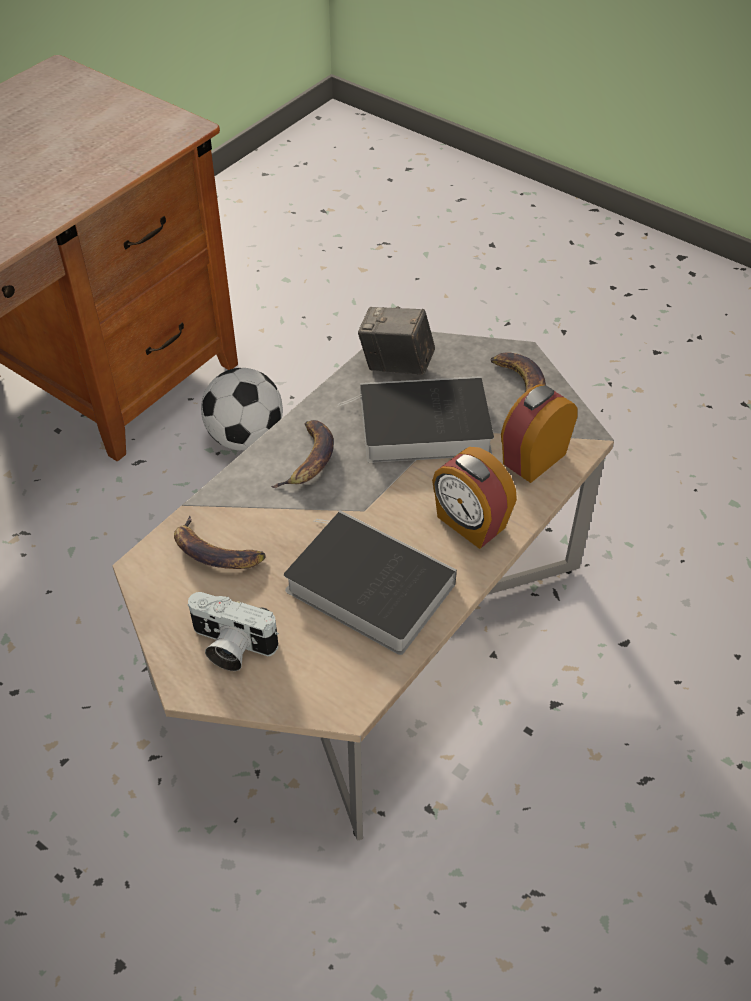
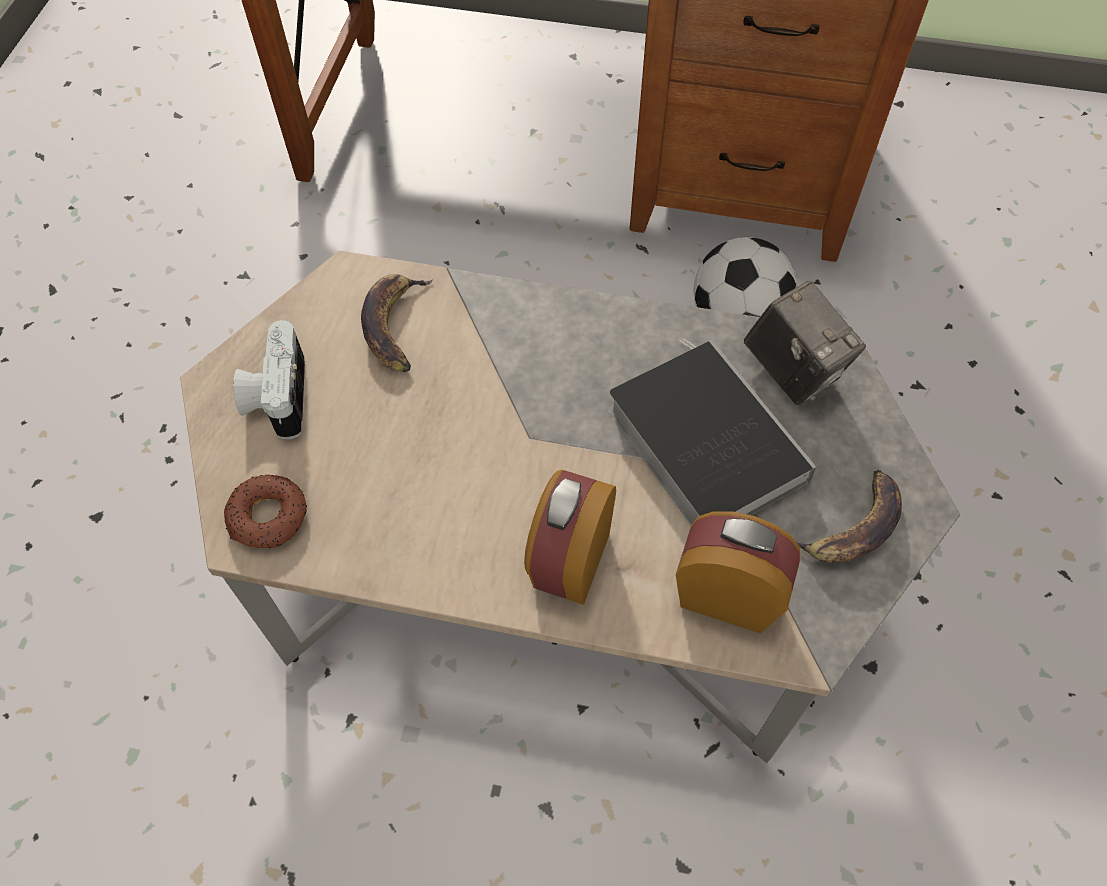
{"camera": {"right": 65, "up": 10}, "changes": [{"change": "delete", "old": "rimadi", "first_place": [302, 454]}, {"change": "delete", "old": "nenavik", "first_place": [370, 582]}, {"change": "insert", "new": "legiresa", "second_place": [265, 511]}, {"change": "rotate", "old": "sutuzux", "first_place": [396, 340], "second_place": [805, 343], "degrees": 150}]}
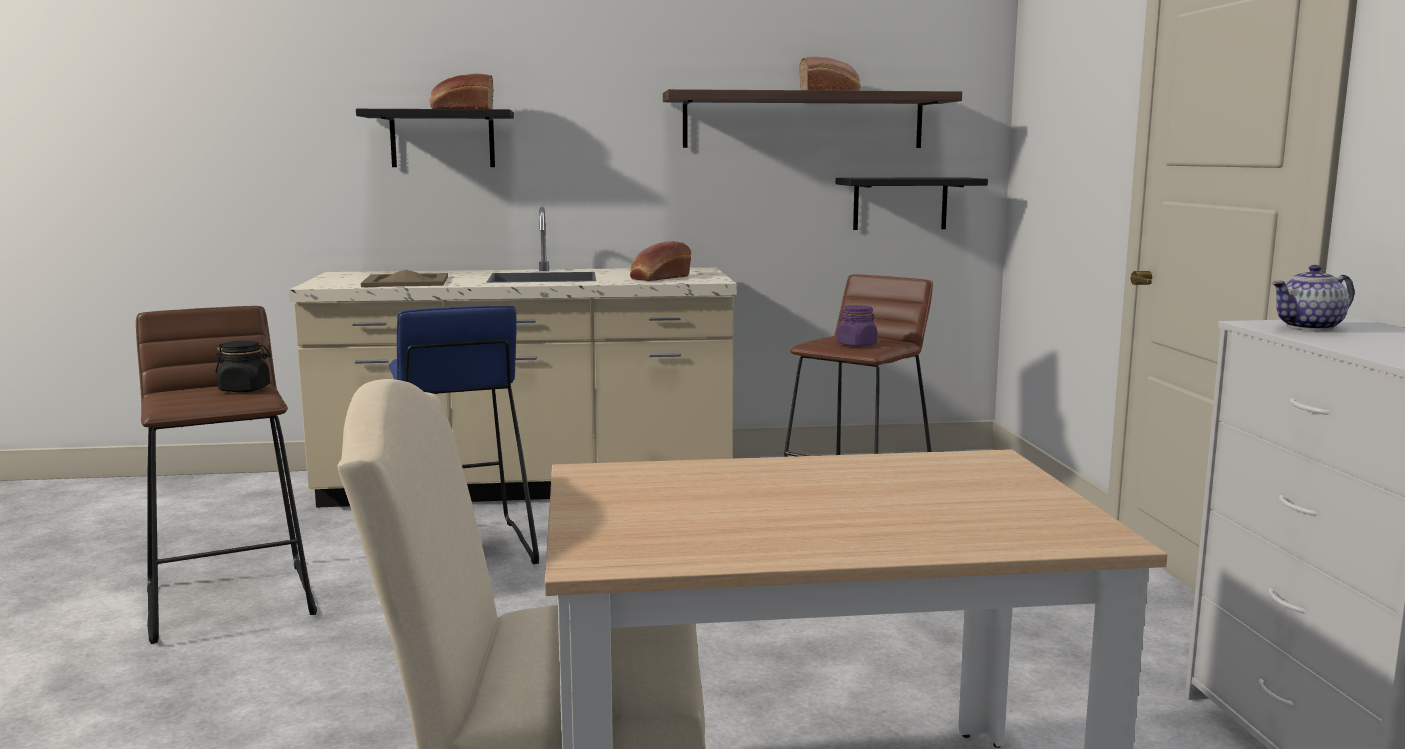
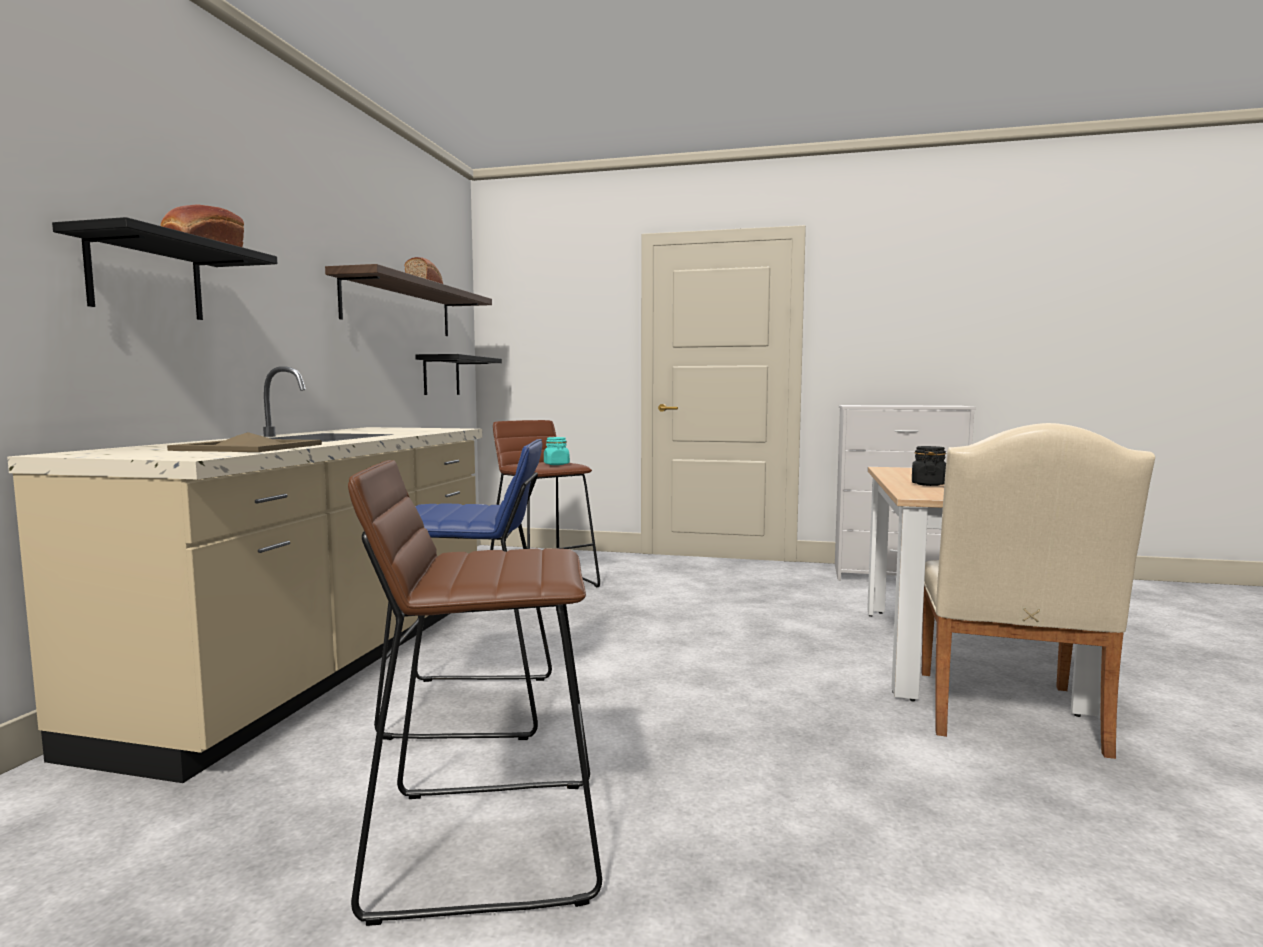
{"camera": {"right": -70, "up": -5}, "changes": [{"change": "delete", "old": "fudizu", "first_place": [660, 261]}, {"change": "delete", "old": "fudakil", "first_place": [1313, 298]}, {"change": "move", "old": "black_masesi", "first_place": [243, 366], "second_place": [929, 466]}, {"change": "recolor", "old": "purple_masesi", "new": "turquoise_masesi", "first_place": [857, 326], "second_place": [557, 451]}]}
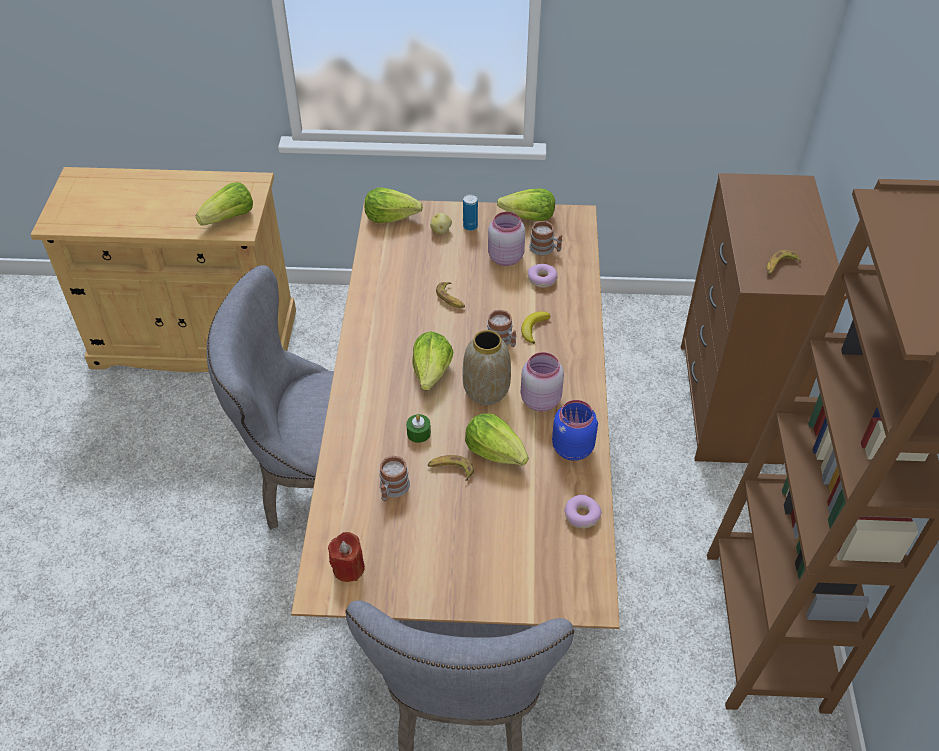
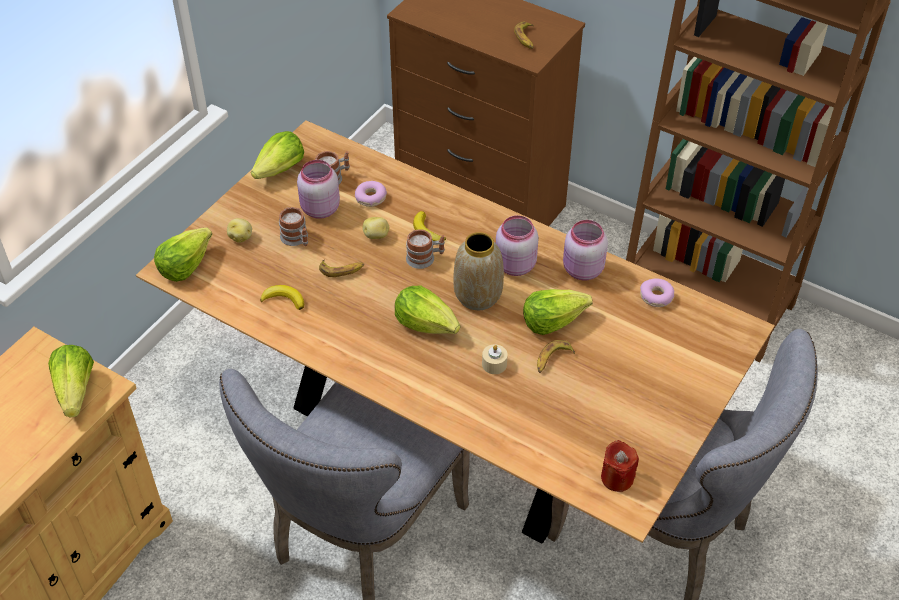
{"camera": {"right": -60, "up": 0}, "changes": [{"change": "delete", "old": "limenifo", "first_place": [470, 212]}, {"change": "insert", "new": "rimadi", "second_place": [282, 297]}, {"change": "insert", "new": "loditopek", "second_place": [376, 228]}, {"change": "move", "old": "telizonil", "first_place": [394, 478], "second_place": [293, 226]}, {"change": "recolor", "old": "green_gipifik", "new": "beige_gipifik", "first_place": [418, 428], "second_place": [495, 359]}, {"change": "recolor", "old": "blue_masesi", "new": "pink_masesi", "first_place": [575, 430], "second_place": [585, 250]}]}
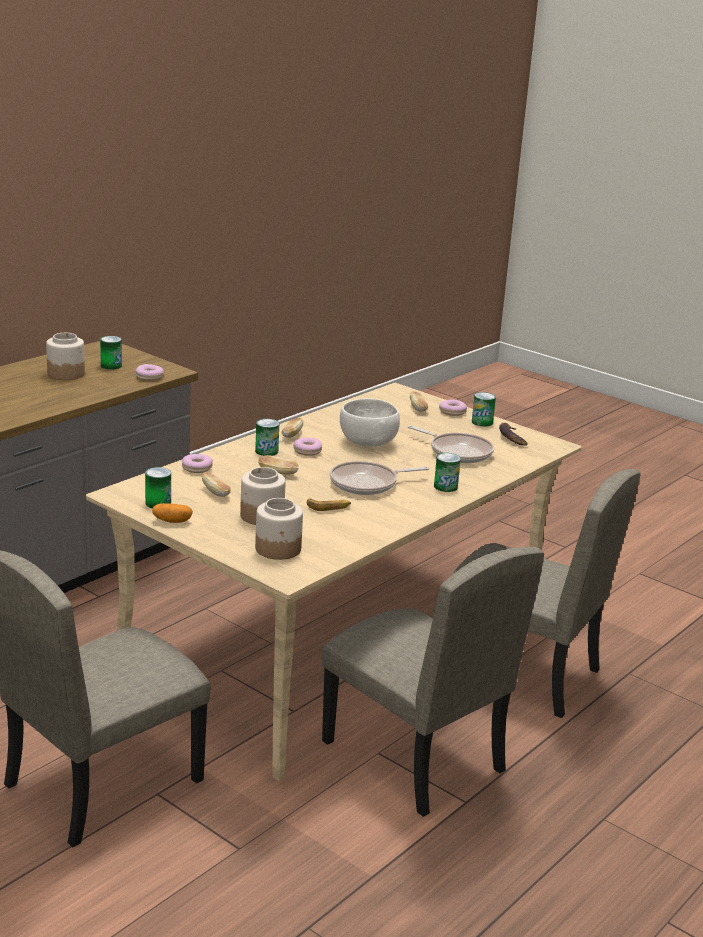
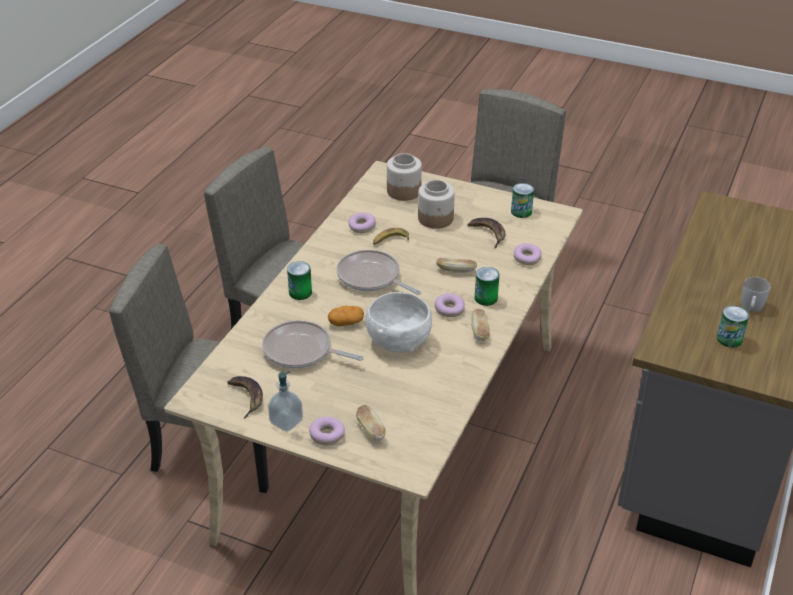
{"camera": {"right": 165, "up": 15}, "changes": [{"change": "move", "old": "legiresa", "first_place": [150, 372], "second_place": [362, 223]}, {"change": "move", "old": "loditopek", "first_place": [172, 513], "second_place": [346, 316]}, {"change": "replace", "old": "masesi", "new": "white_telizonil", "first_place": [65, 356], "second_place": [756, 294]}, {"change": "replace", "old": "fudizu", "new": "rimadi", "first_place": [216, 484], "second_place": [486, 233]}, {"change": "replace", "old": "limenifo", "new": "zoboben", "first_place": [484, 409], "second_place": [285, 401]}, {"change": "rotate", "old": "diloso", "first_place": [379, 478], "second_place": [379, 272], "degrees": -105}]}
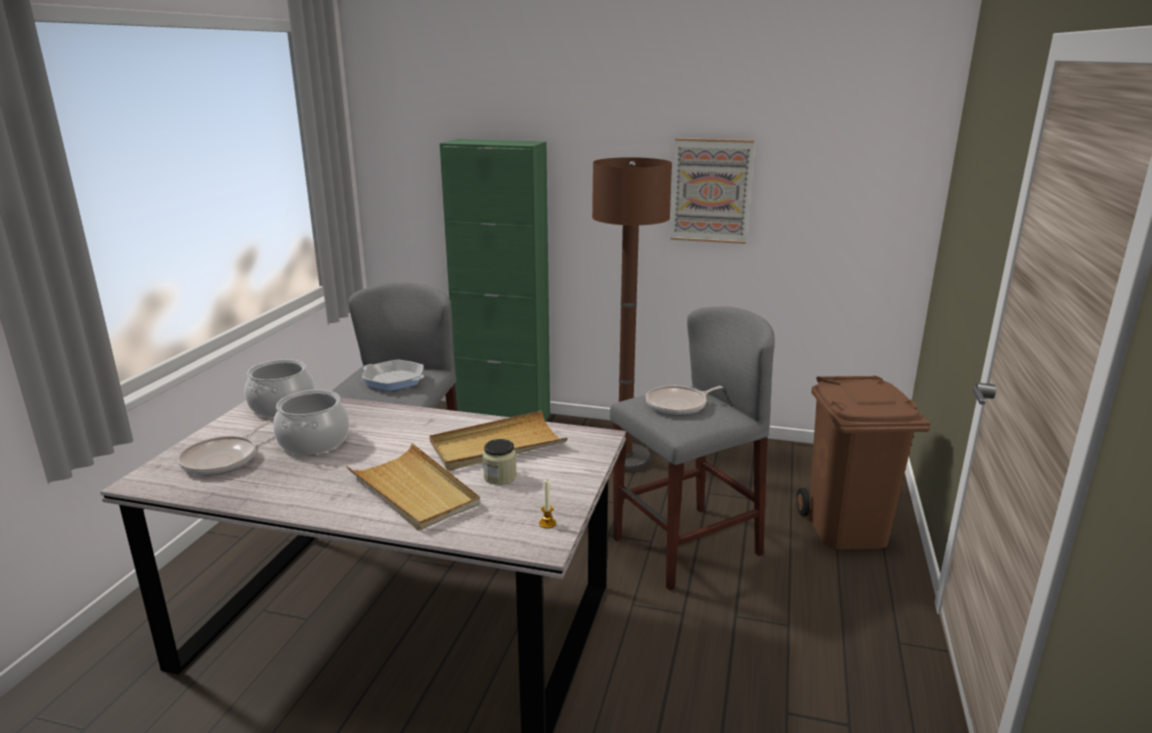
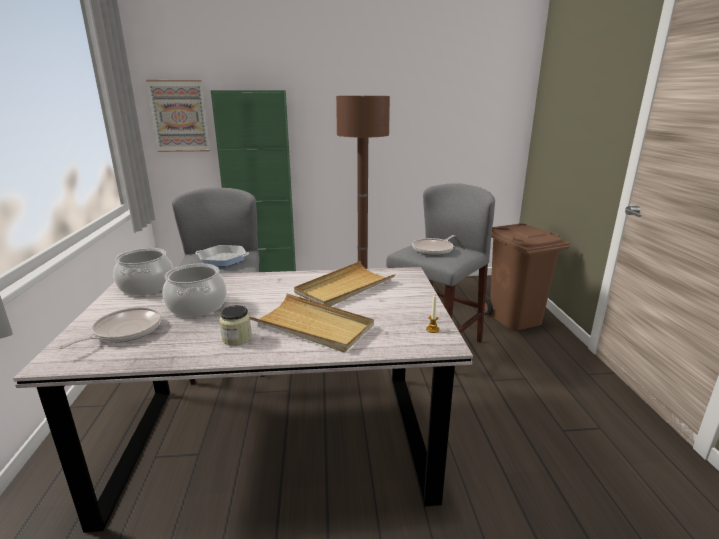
{"camera": {"right": -20, "up": 0}, "changes": [{"change": "move", "old": "masesi", "first_place": [500, 462], "second_place": [235, 325]}, {"change": "move", "old": "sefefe", "first_place": [712, 191], "second_place": [178, 116]}, {"change": "rotate", "old": "diloso", "first_place": [224, 447], "second_place": [110, 328], "degrees": -150}]}
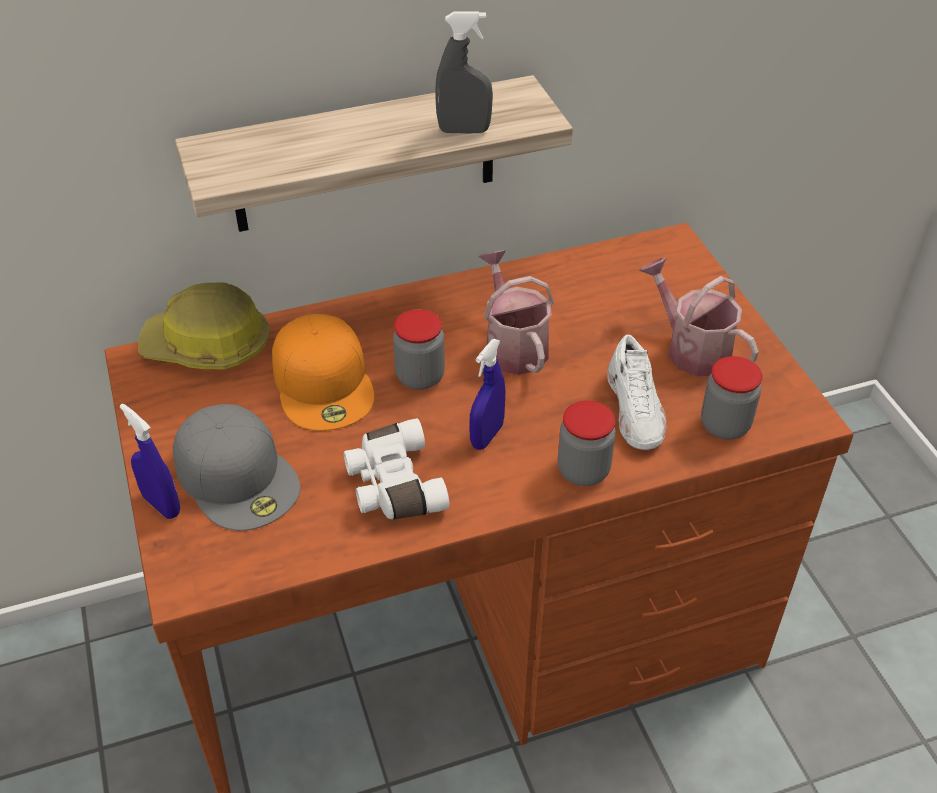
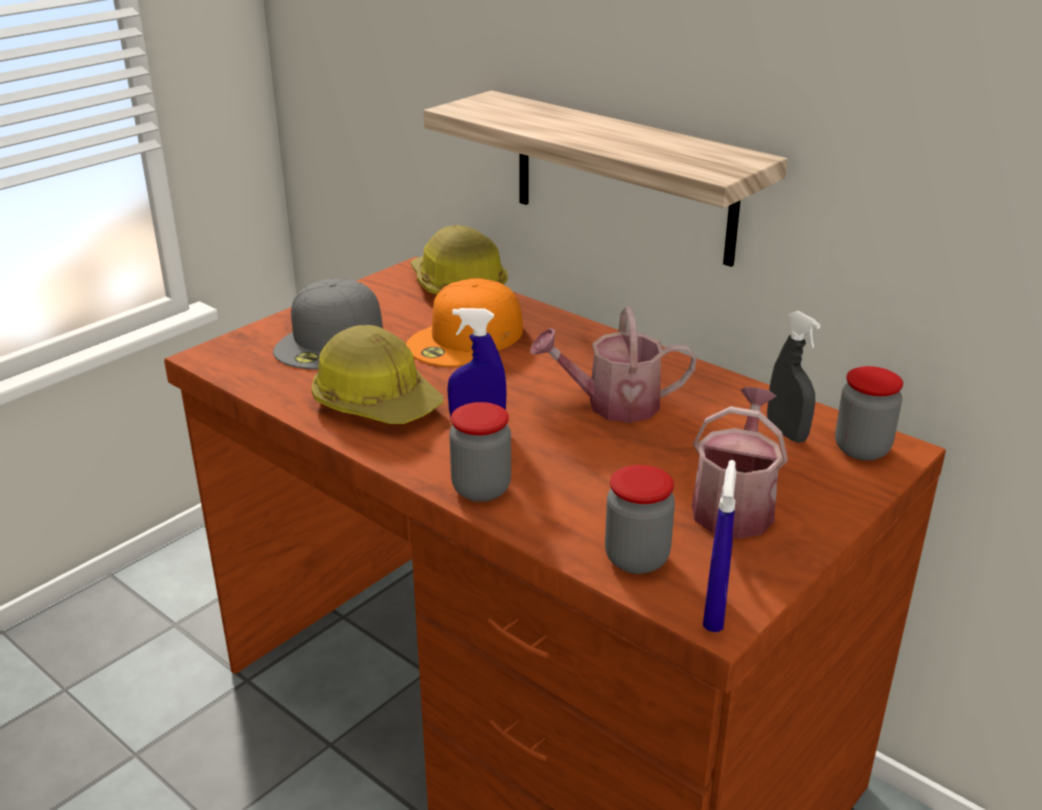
{"camera": {"right": 60, "up": -15}, "changes": [{"change": "delete", "old": "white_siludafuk", "first_place": [637, 392]}, {"change": "move", "old": "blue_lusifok", "first_place": [149, 461], "second_place": [719, 546]}, {"change": "move", "old": "masesi", "first_place": [419, 349], "second_place": [869, 413]}, {"change": "move", "old": "grey_lusifok", "first_place": [464, 72], "second_place": [794, 377]}, {"change": "replace", "old": "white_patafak", "new": "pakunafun", "first_place": [397, 468], "second_place": [377, 374]}, {"change": "rotate", "old": "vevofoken", "first_place": [516, 312], "second_place": [613, 364], "degrees": -135}]}
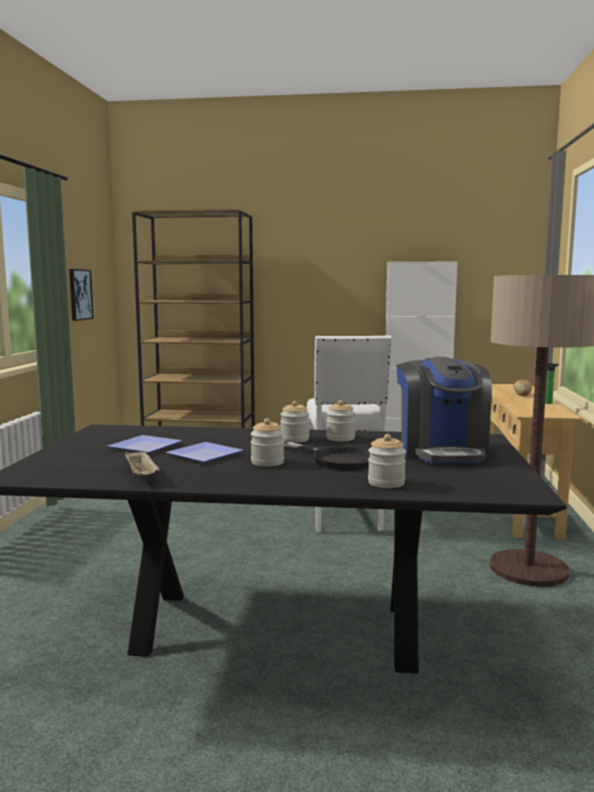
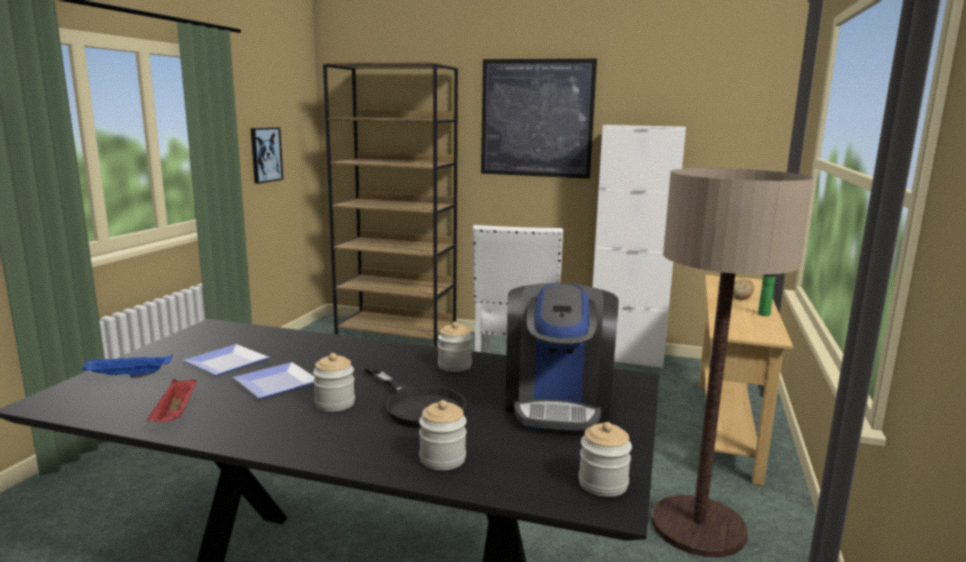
{"camera": {"right": 10, "up": 5}, "changes": [{"change": "insert", "new": "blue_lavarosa", "second_place": [127, 366]}, {"change": "insert", "new": "sefefe", "second_place": [539, 119]}, {"change": "move", "old": "masesi", "first_place": [294, 422], "second_place": [605, 459]}, {"change": "recolor", "old": "beige_lavarosa", "new": "red_lavarosa", "first_place": [142, 463], "second_place": [172, 400]}]}
